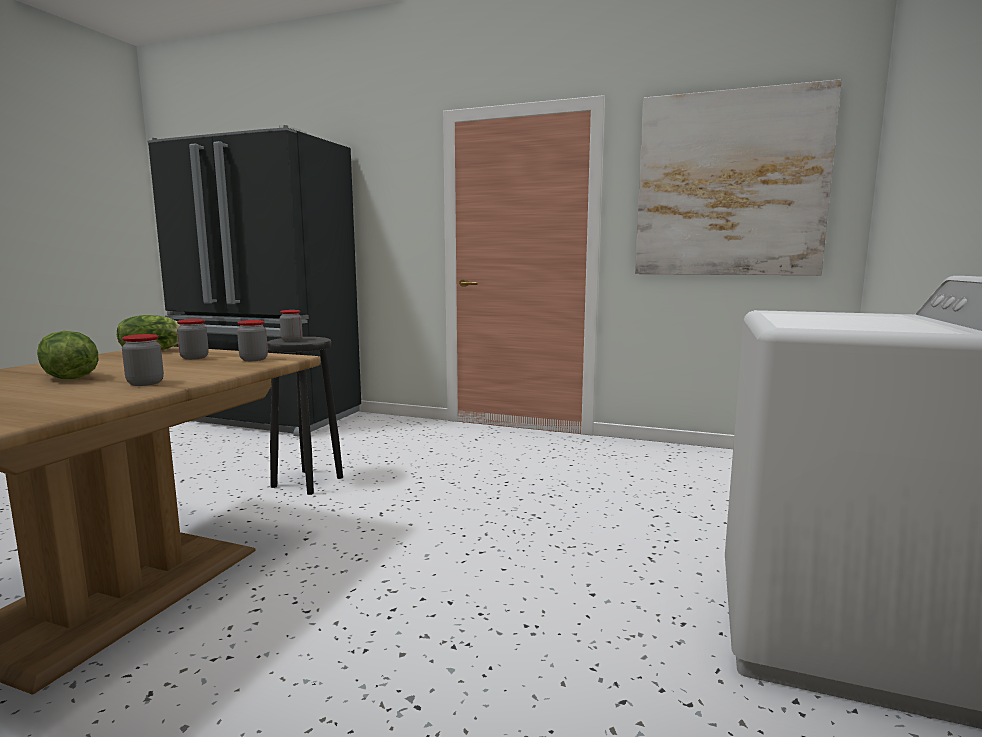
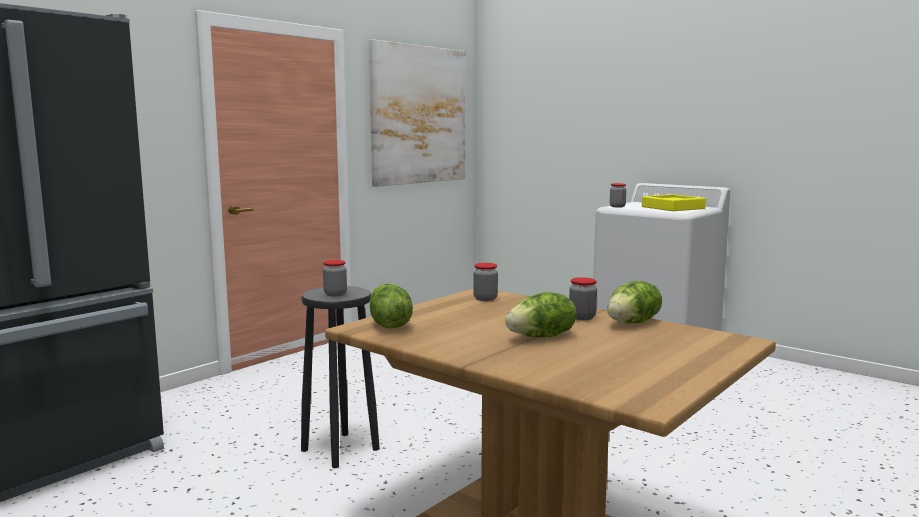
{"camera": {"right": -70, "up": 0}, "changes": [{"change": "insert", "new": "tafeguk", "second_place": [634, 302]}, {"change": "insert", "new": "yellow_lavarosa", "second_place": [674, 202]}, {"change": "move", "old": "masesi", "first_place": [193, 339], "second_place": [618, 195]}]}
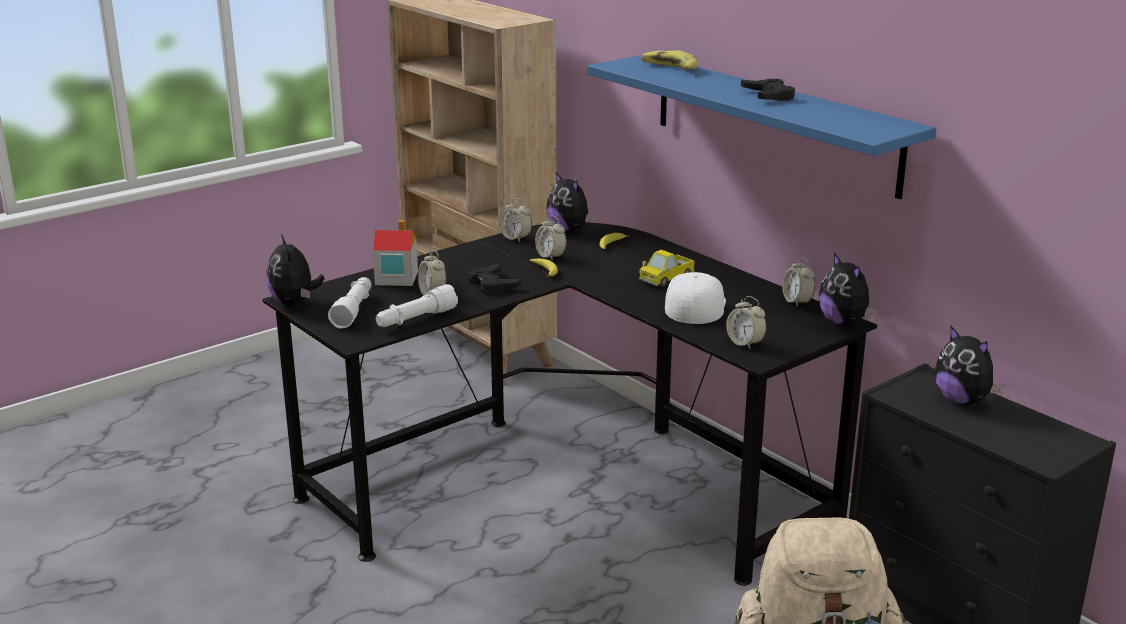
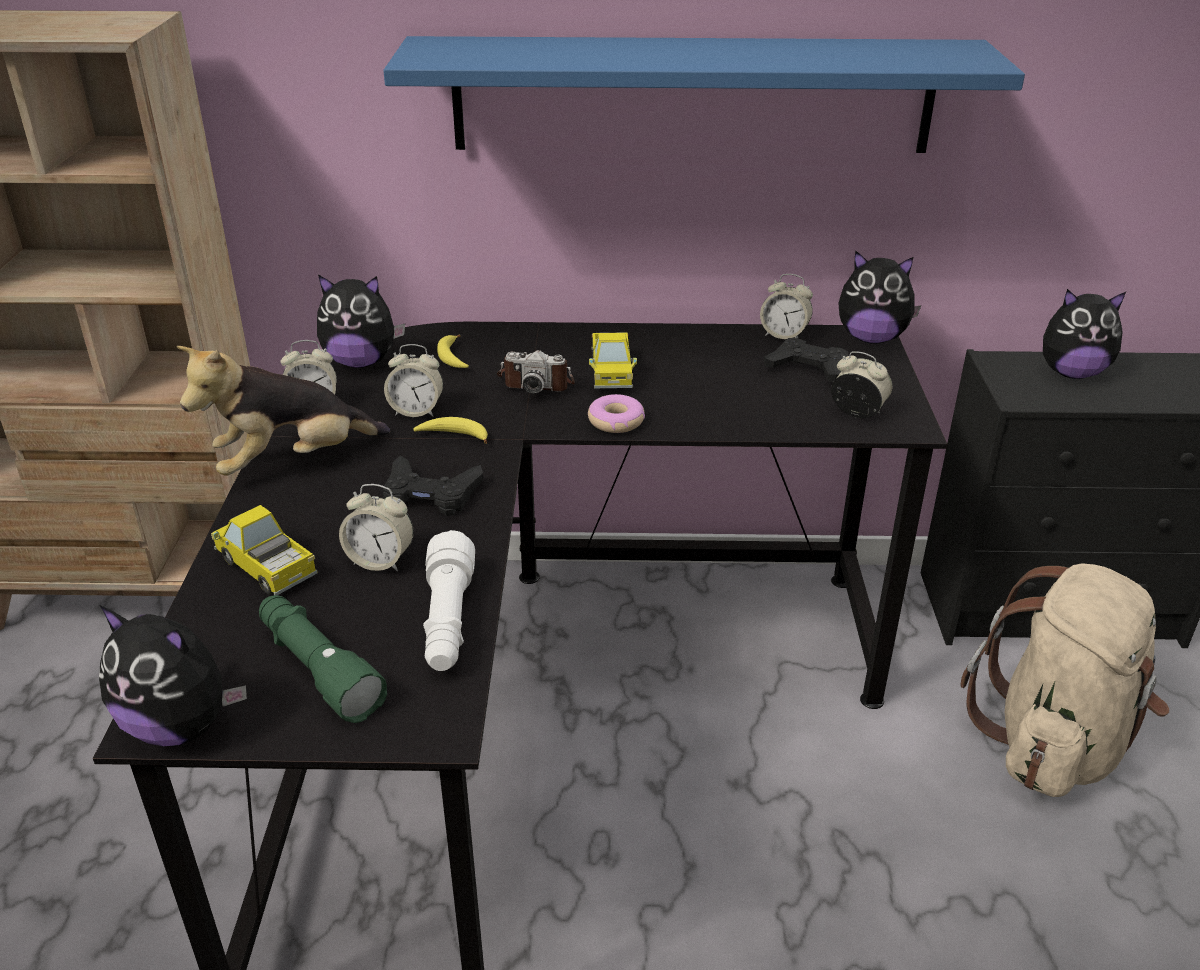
{"camera": {"right": -50, "up": 10}, "changes": [{"change": "delete", "old": "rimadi", "first_place": [669, 60]}, {"change": "delete", "old": "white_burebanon", "first_place": [695, 298]}, {"change": "insert", "new": "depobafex", "second_place": [283, 411]}, {"change": "insert", "new": "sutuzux", "second_place": [536, 372]}, {"change": "insert", "new": "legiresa", "second_place": [616, 413]}, {"change": "move", "old": "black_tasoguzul", "first_place": [768, 89], "second_place": [806, 360]}, {"change": "replace", "old": "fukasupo", "new": "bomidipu", "first_place": [395, 253], "second_place": [264, 550]}, {"change": "recolor", "old": "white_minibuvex", "new": "green_minibuvex", "first_place": [350, 303], "second_place": [323, 659]}, {"change": "rotate", "old": "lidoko", "first_place": [746, 322], "second_place": [861, 384], "degrees": -150}]}
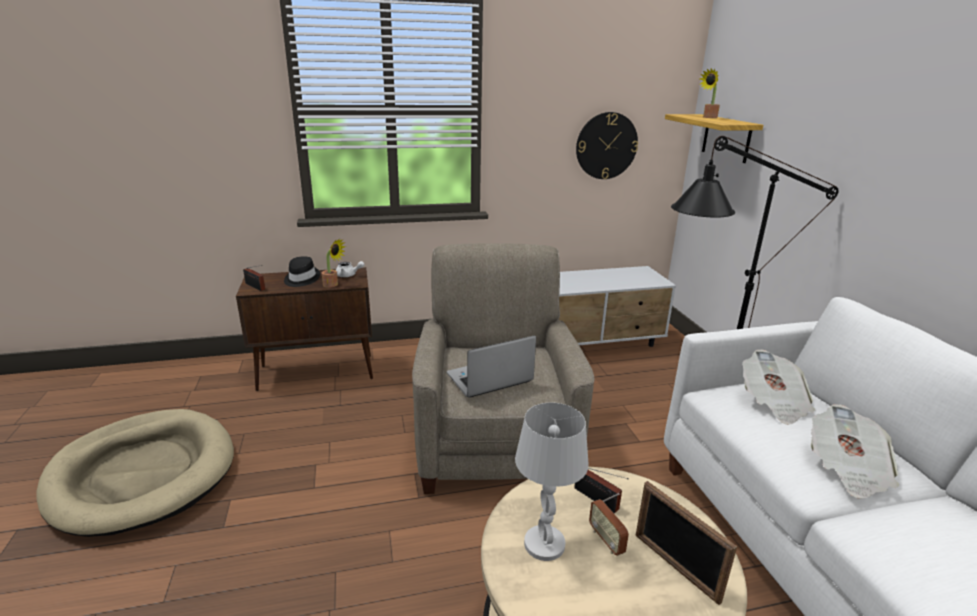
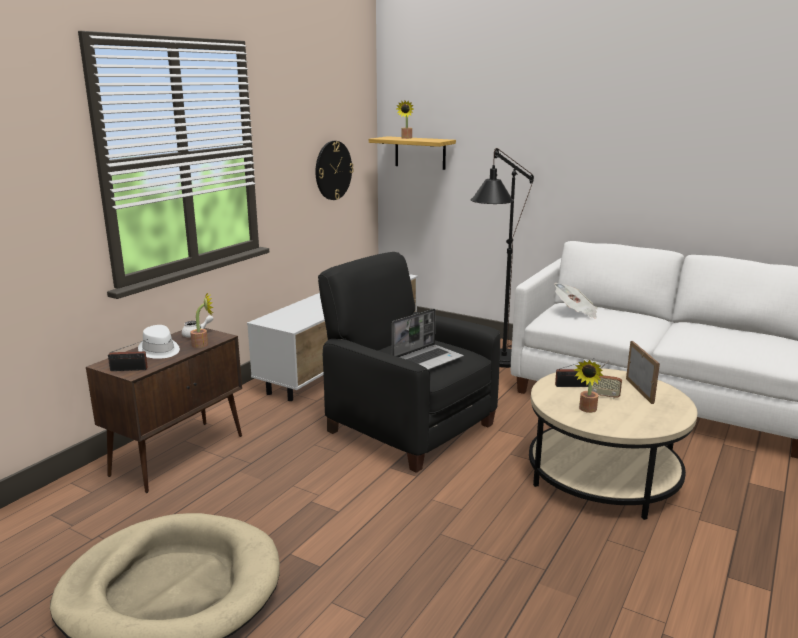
{"camera": {"right": -45, "up": -5}, "changes": [{"change": "delete", "old": "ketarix", "first_place": [854, 451]}, {"change": "replace", "old": "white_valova", "new": "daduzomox", "first_place": [552, 482], "second_place": [588, 386]}, {"change": "recolor", "old": "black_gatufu", "new": "white_gatufu", "first_place": [302, 271], "second_place": [159, 342]}, {"change": "recolor", "old": "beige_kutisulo", "new": "black_kutisulo", "first_place": [503, 368], "second_place": [409, 362]}, {"change": "rotate", "old": "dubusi", "first_place": [491, 366], "second_place": [428, 339], "degrees": -150}, {"change": "rotate", "old": "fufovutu", "first_place": [686, 543], "second_place": [643, 372], "degrees": -105}]}
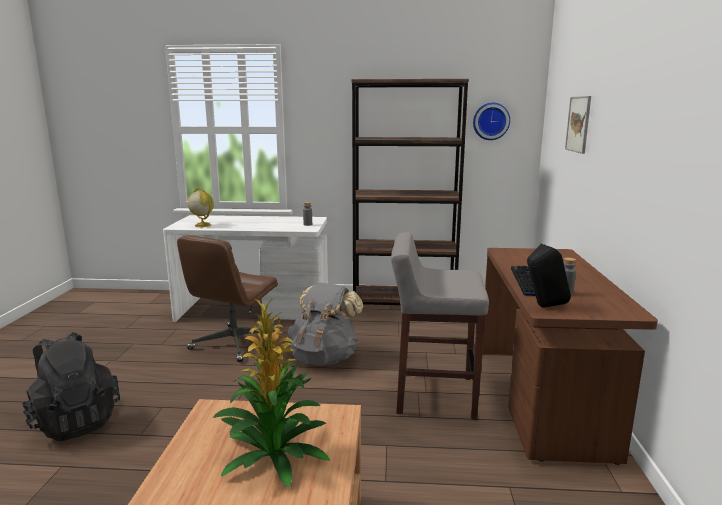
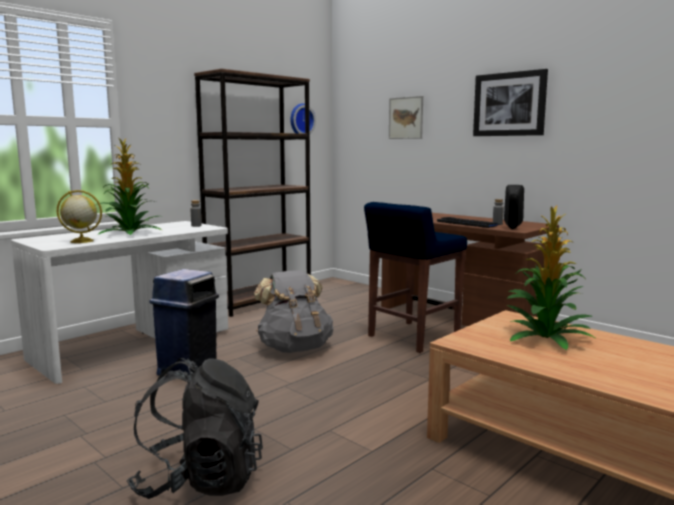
{"camera": {"right": -50, "up": -5}, "changes": [{"change": "insert", "new": "daduzomox", "second_place": [129, 186]}, {"change": "insert", "new": "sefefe", "second_place": [510, 102]}, {"change": "replace", "old": "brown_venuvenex", "new": "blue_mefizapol", "first_place": [228, 298], "second_place": [184, 322]}, {"change": "recolor", "old": "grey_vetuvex", "new": "blue_vetuvex", "first_place": [440, 325], "second_place": [415, 277]}]}
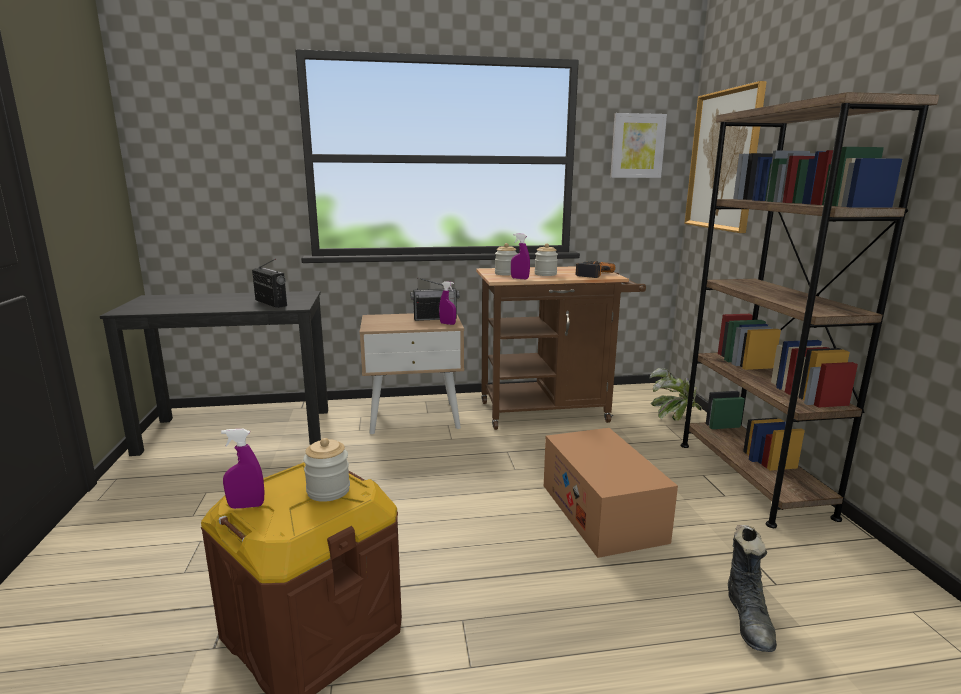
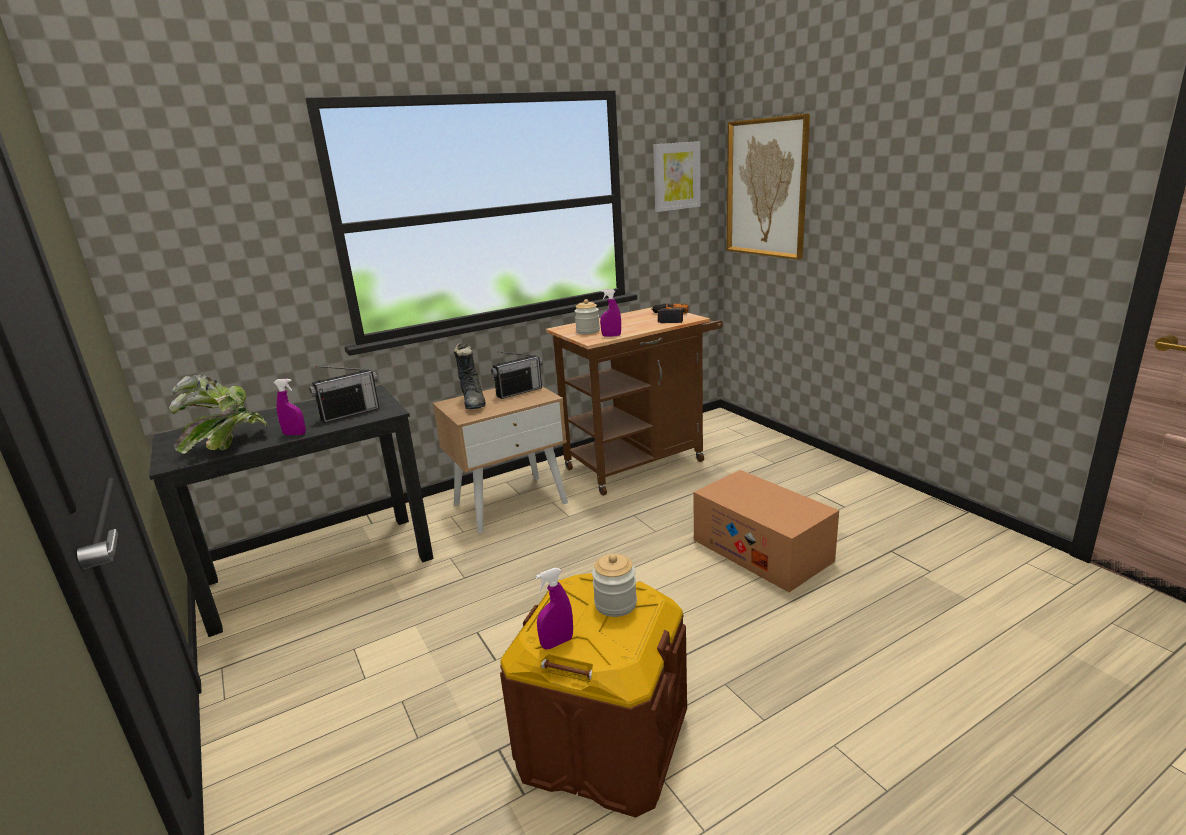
{"camera": {"right": -20, "up": 5}, "changes": [{"change": "delete", "old": "masesi", "first_place": [546, 260]}, {"change": "delete", "old": "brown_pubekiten", "first_place": [810, 310]}, {"change": "move", "old": "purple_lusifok", "first_place": [447, 303], "second_place": [290, 407]}, {"change": "move", "old": "daduzomox", "first_place": [675, 394], "second_place": [218, 414]}, {"change": "move", "old": "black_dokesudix", "first_place": [752, 588], "second_place": [470, 376]}, {"change": "rotate", "old": "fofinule", "first_place": [269, 283], "second_place": [344, 394], "degrees": 120}]}
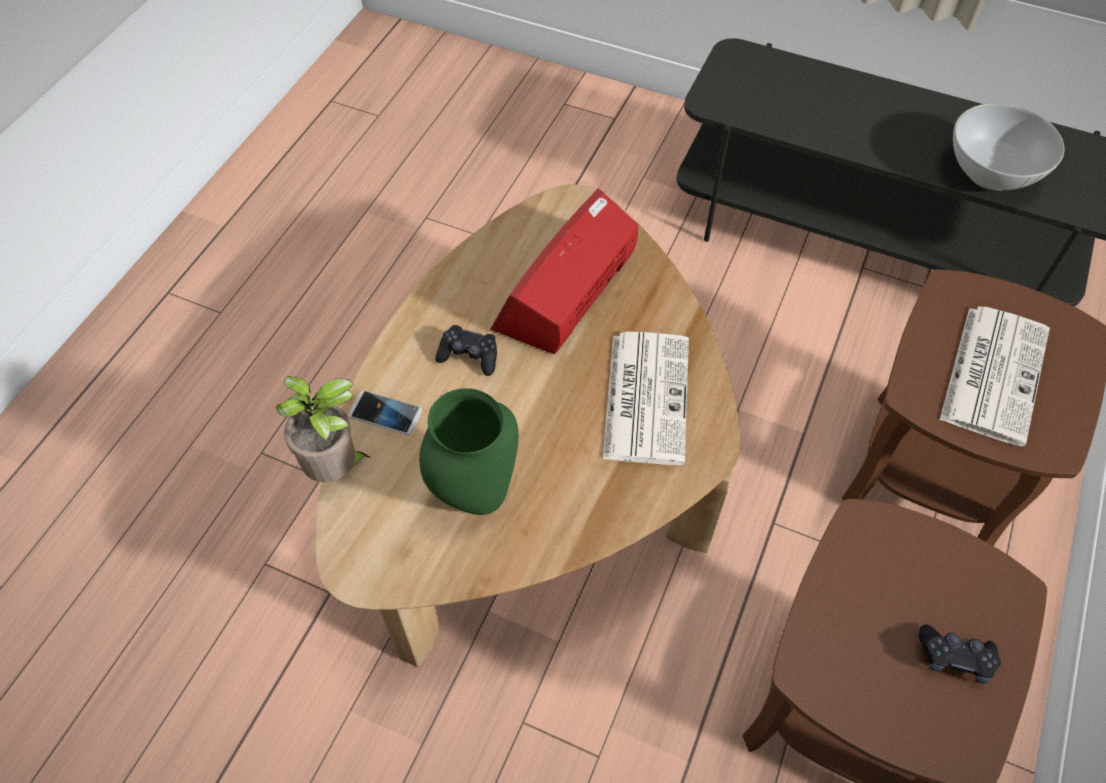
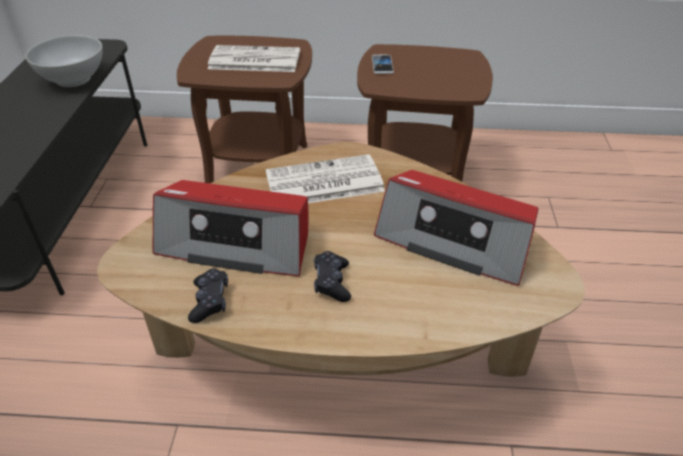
{"camera": {"right": -110, "up": -15}, "changes": [{"change": "delete", "old": "daduzomox", "first_place": [323, 429]}, {"change": "move", "old": "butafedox", "first_place": [385, 413], "second_place": [383, 64]}, {"change": "move", "old": "black_tasoguzul", "first_place": [960, 654], "second_place": [208, 295]}, {"change": "replace", "old": "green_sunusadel", "new": "fofinule", "first_place": [469, 451], "second_place": [456, 228]}]}
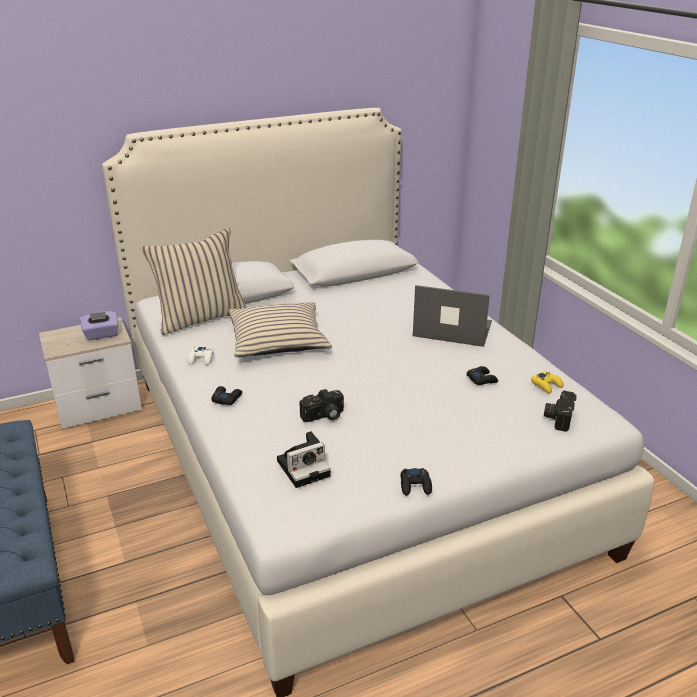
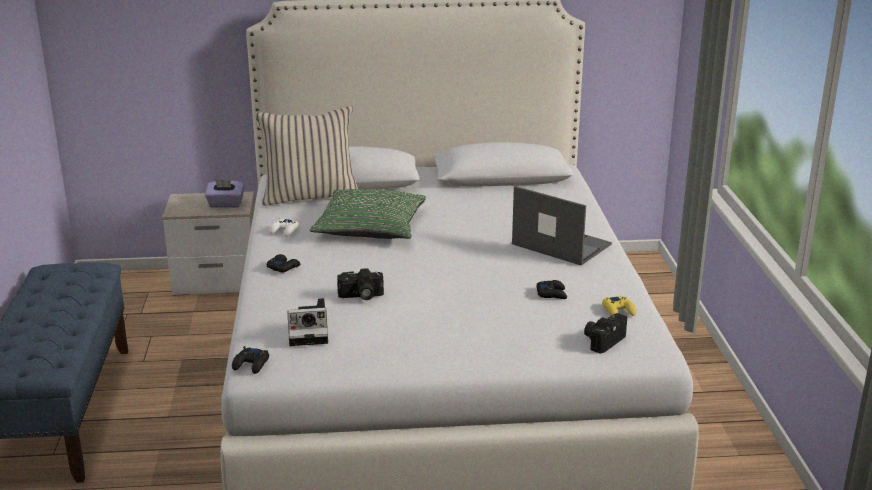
{"camera": {"right": 20, "up": -5}, "changes": [{"change": "move", "old": "black_tasoguzul", "first_place": [416, 482], "second_place": [250, 360]}, {"change": "recolor", "old": "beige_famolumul", "new": "green_famolumul", "first_place": [280, 329], "second_place": [368, 214]}]}
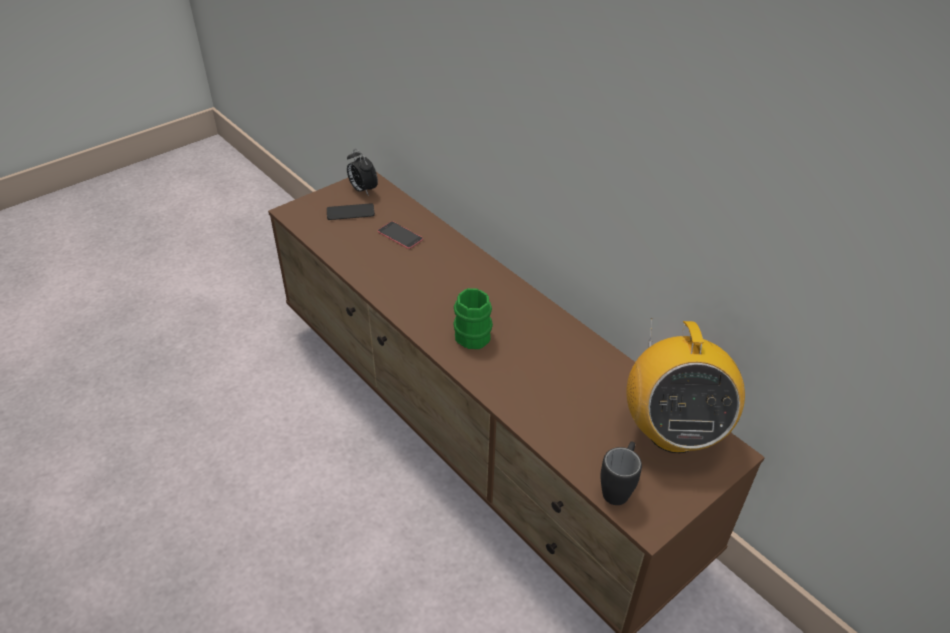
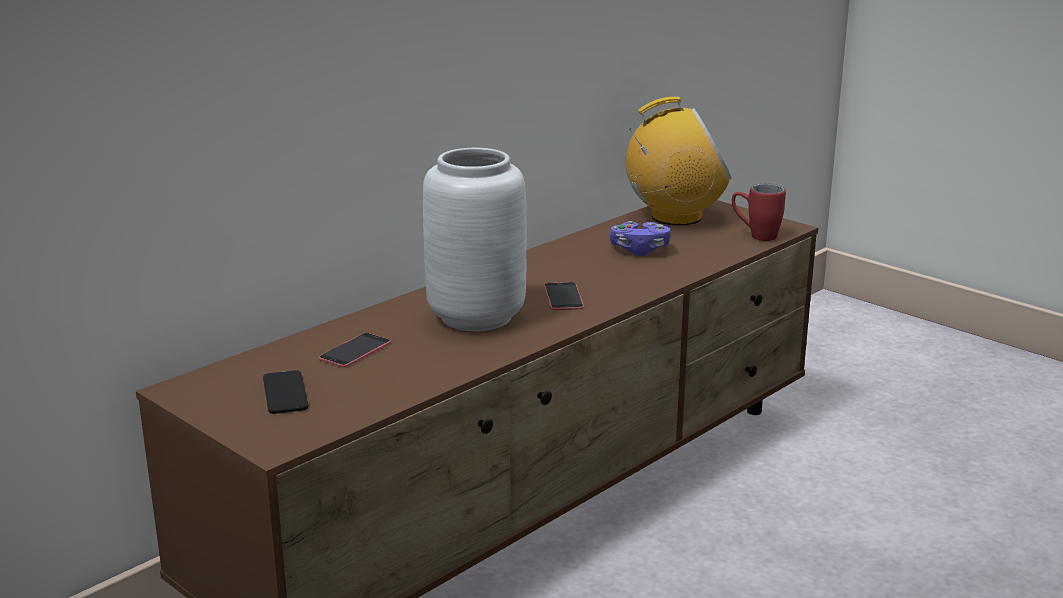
{"camera": {"right": -95, "up": -20}, "changes": [{"change": "delete", "old": "lidoko", "first_place": [362, 172]}, {"change": "insert", "new": "grey_sunusadel", "second_place": [475, 239]}, {"change": "insert", "new": "purple_tasoguzul", "second_place": [640, 238]}, {"change": "replace", "old": "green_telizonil", "new": "butafedox", "first_place": [473, 318], "second_place": [564, 296]}, {"change": "recolor", "old": "black_telizonil", "new": "red_telizonil", "first_place": [621, 473], "second_place": [759, 212]}]}
